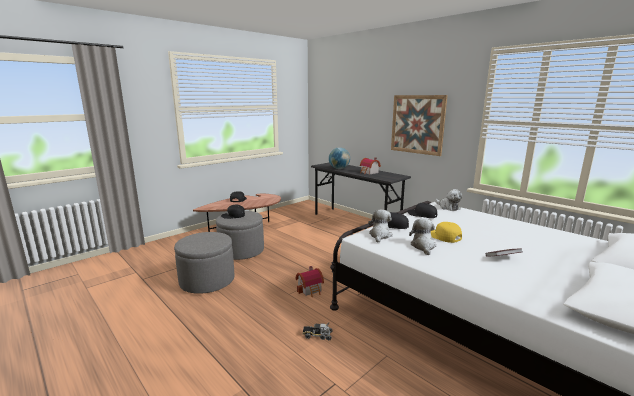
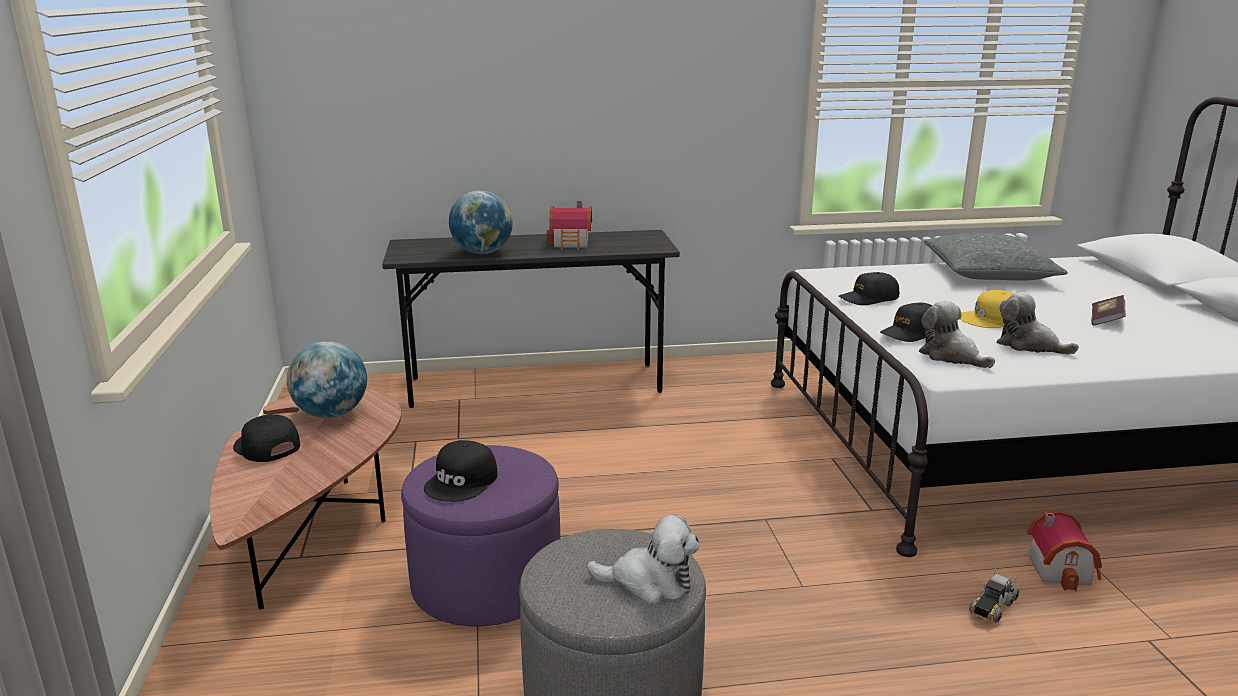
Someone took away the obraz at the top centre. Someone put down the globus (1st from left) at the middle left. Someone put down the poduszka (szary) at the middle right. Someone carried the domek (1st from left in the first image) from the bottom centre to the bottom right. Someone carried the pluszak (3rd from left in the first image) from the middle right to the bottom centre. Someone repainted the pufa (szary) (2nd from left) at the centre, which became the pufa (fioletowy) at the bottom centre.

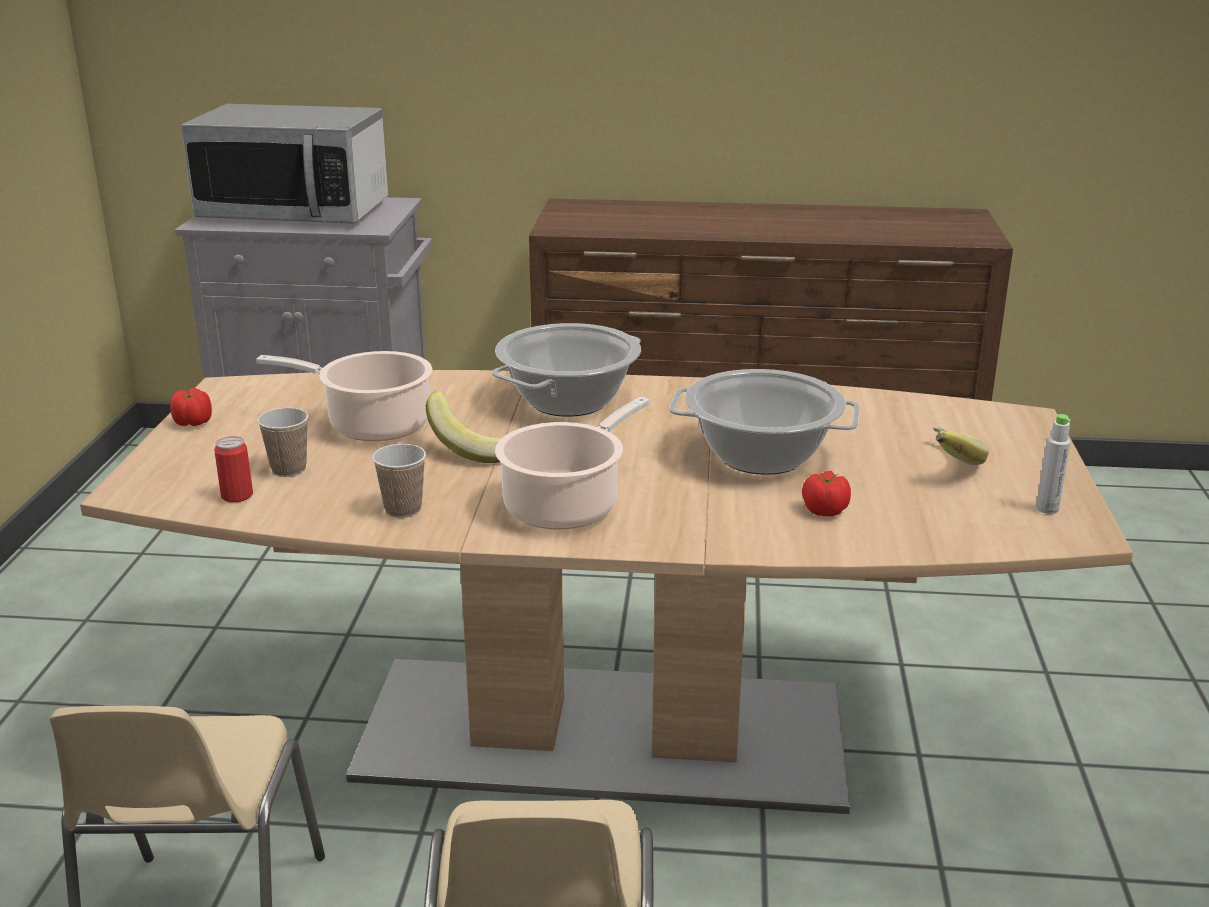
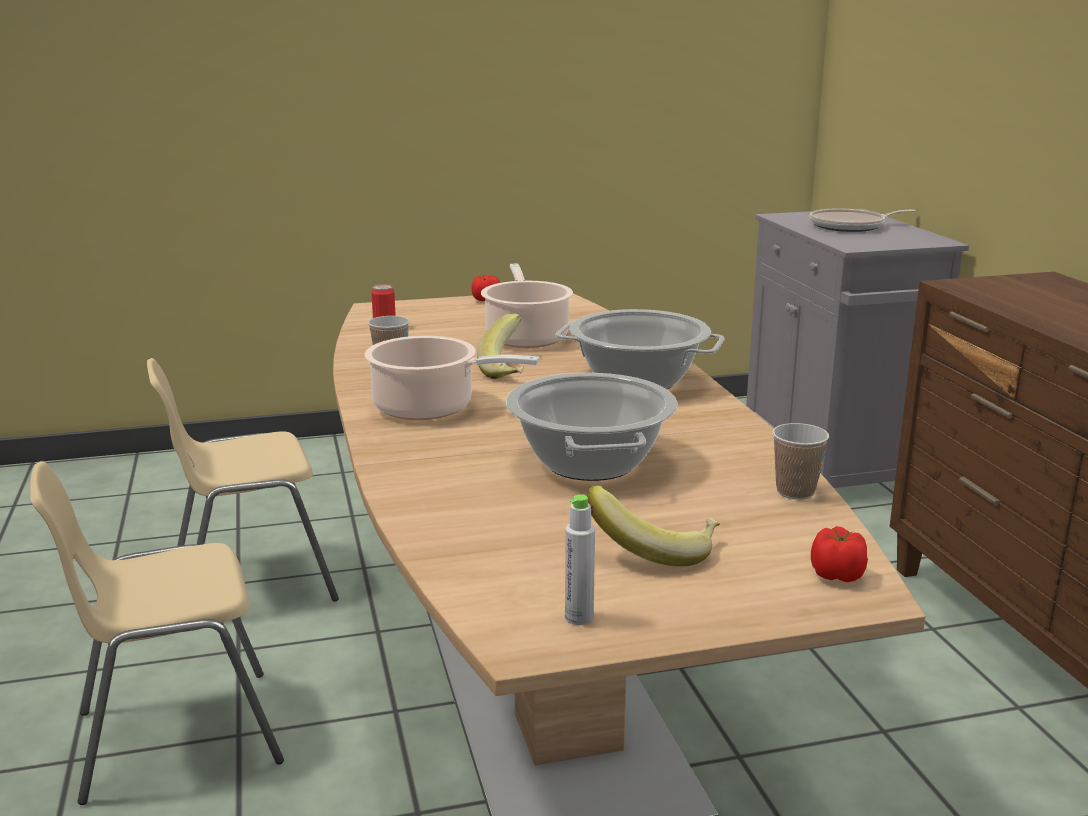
Someone carried the filiżanka (1st from left in the first image) from the middle left to the middle right. Someone carried the pomidor (2nd from left) from the middle right to the bottom right. Someone swapped the mikrofalówka at the top left for the patelnia at the top right.

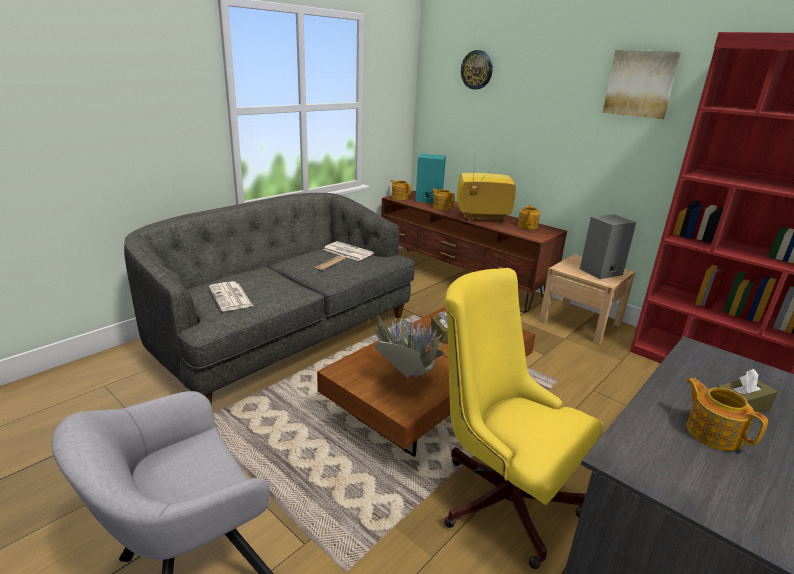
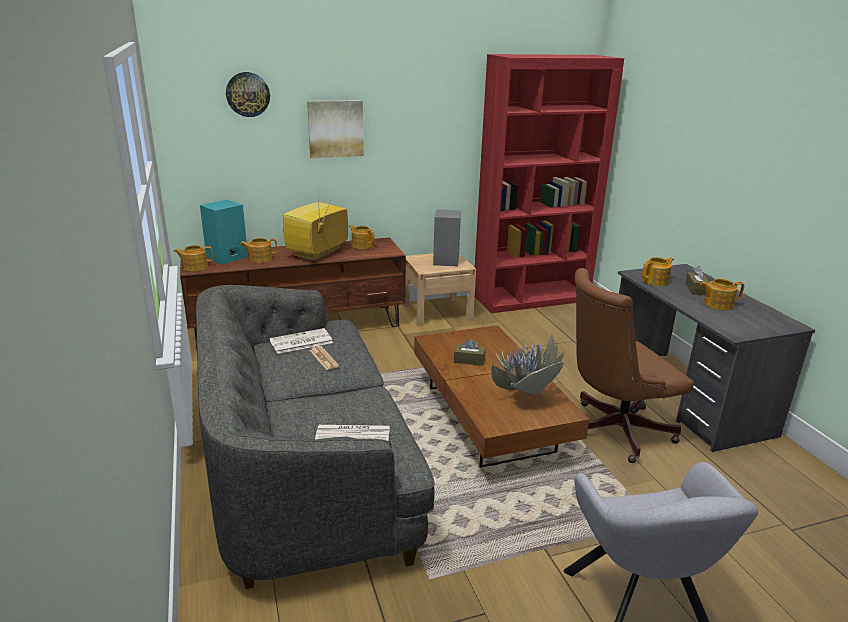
Someone put down the imbryk (4th from left) at the middle right. Someone carried the obraz from the top right to the top centre. Someone repainted the krzesło biurowe (żółty) at the bottom centre, which became the krzesło biurowe (brązowy) at the middle right.

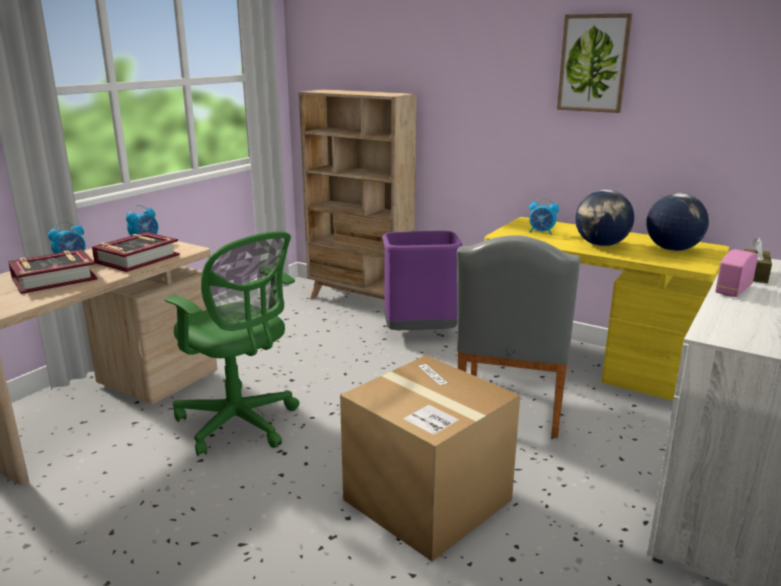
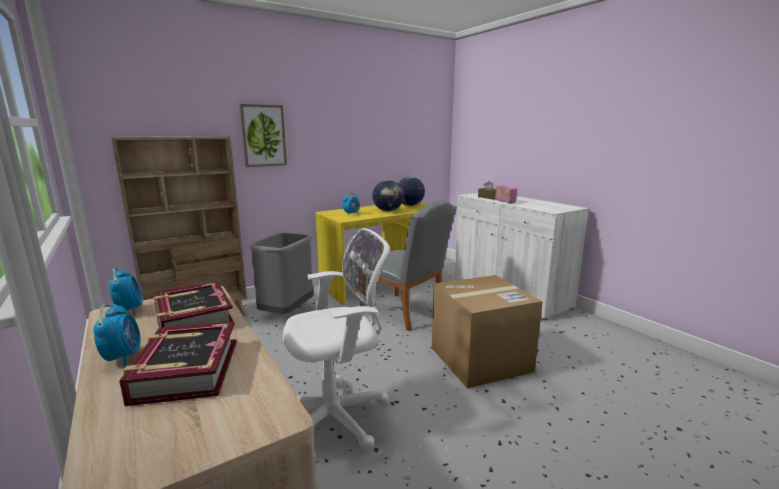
Someone carried the obraz from the top right to the top centre. Someone repainted the krzesło biurowe (zielony) at the middle left, which became the krzesło biurowe (biały) at the bottom centre. Someone repainted the kosz na śmieci (fioletowy) at the centre, which became the kosz na śmieci (szary) at the centre.

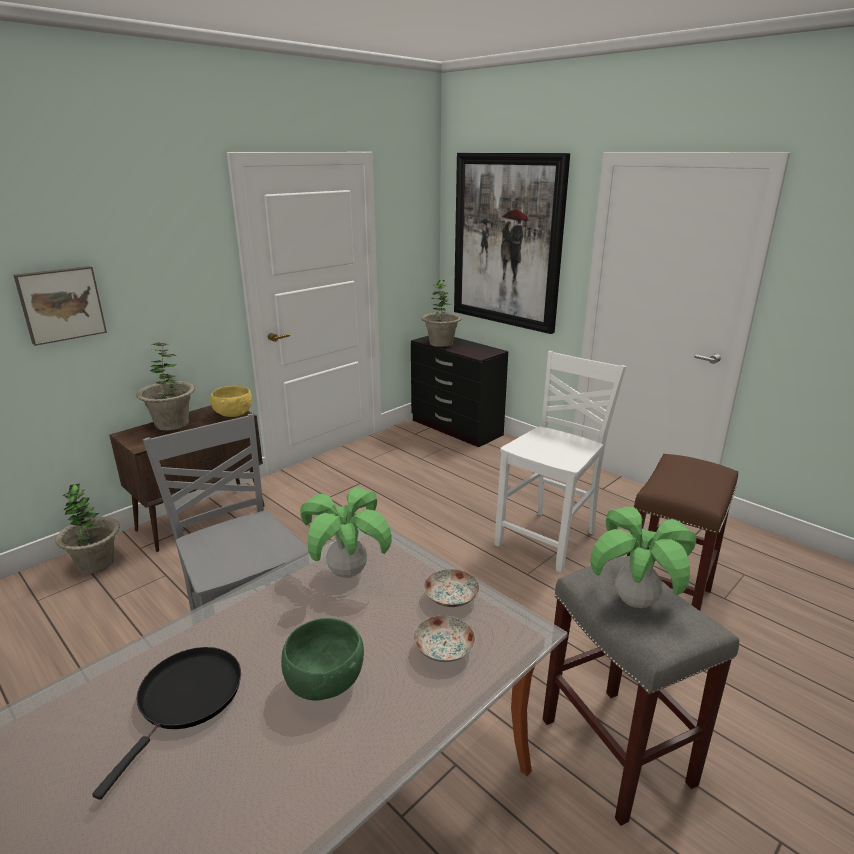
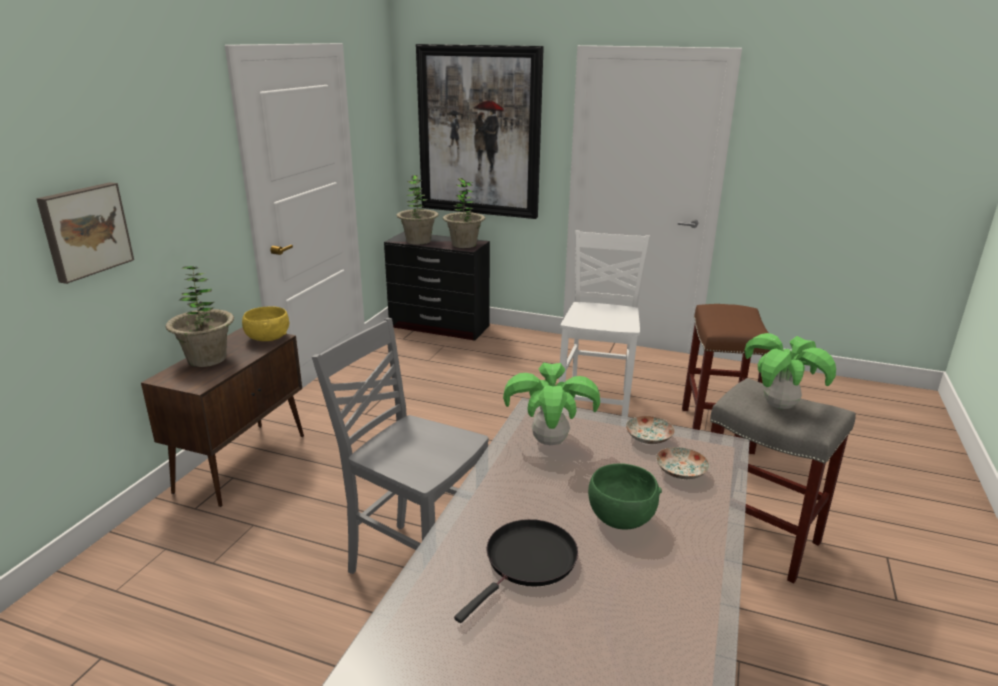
Someone carried the roślina doniczkowa (1st from left in the first image) from the middle left to the top centre. Someone rotated the patelnia (czarny) at the bottom left by 45 degrees clockwise.

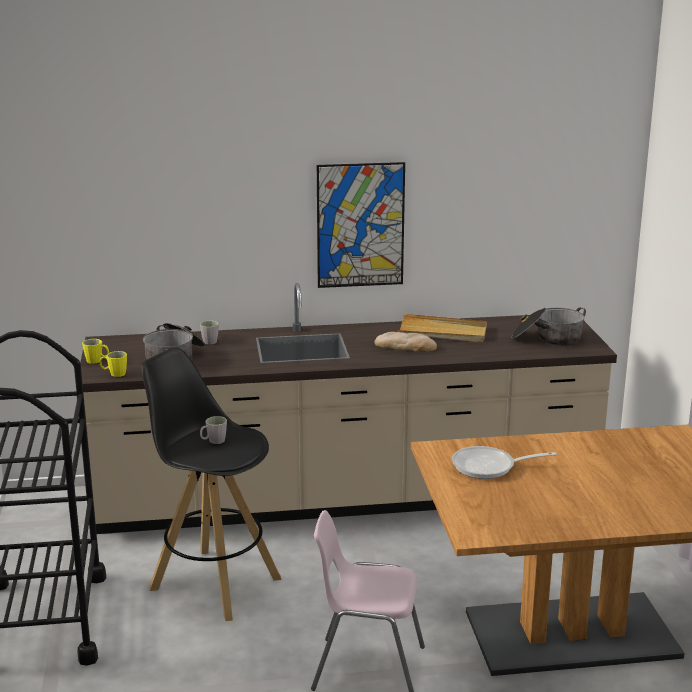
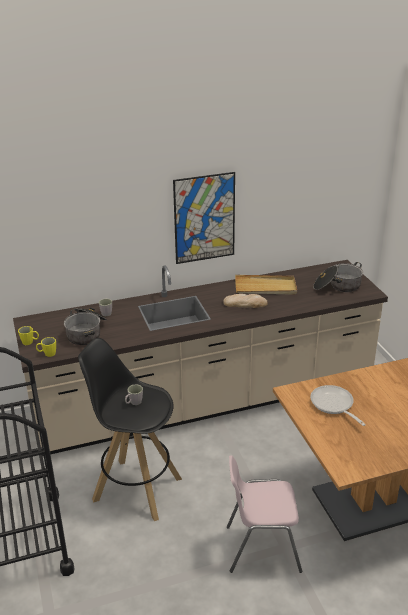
Someone rotated the patelnia at the bottom right by 75 degrees clockwise.

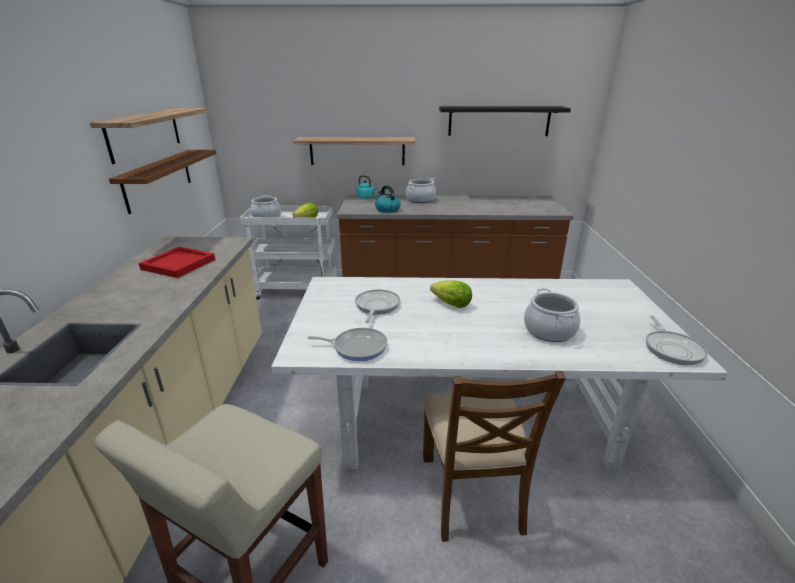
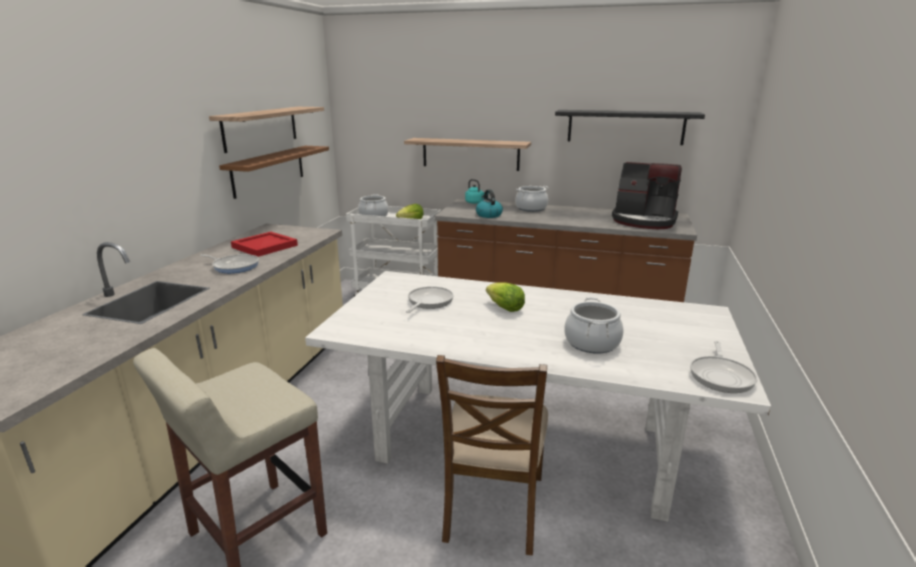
Someone put down the ekspres do kawy at the middle right. Someone carried the patelnia (1st from left) from the centre to the middle left.

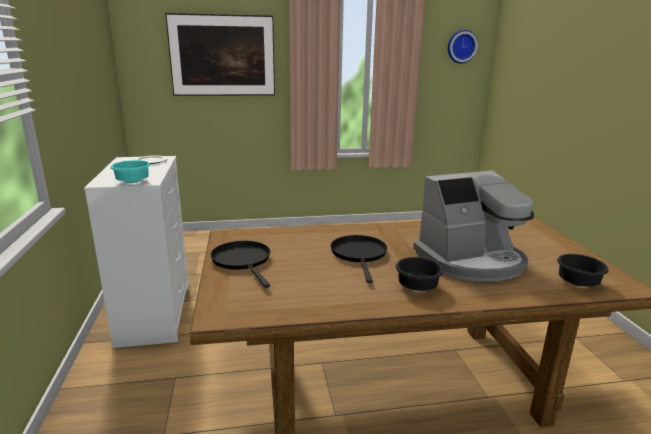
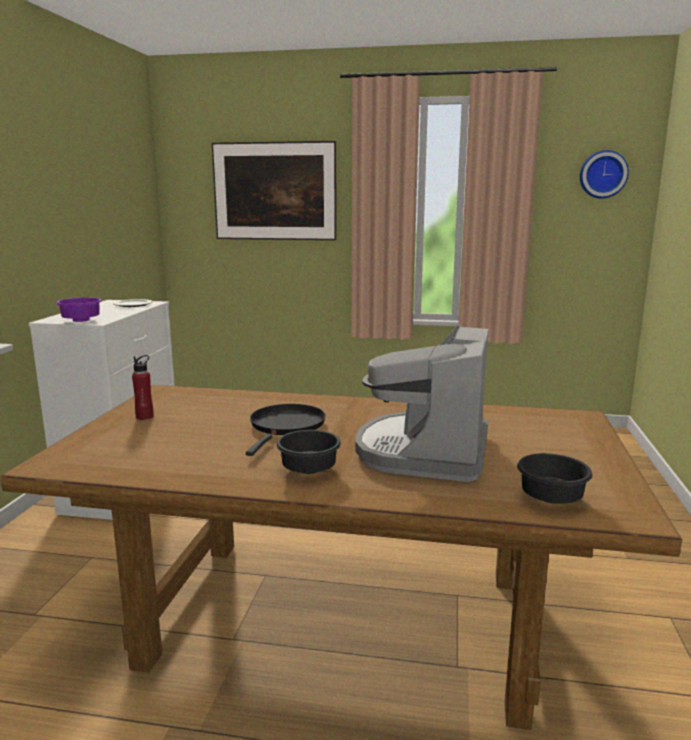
Someone swapped the patelnia (czarny) (1st from left) at the centre for the butelka (czerwony) at the middle left. Someone repainted the miska (turkusowy) at the middle left, which became the miska (fioletowy) at the middle left. Someone rotated the ekspres do kawy at the middle right by 105 degrees clockwise.

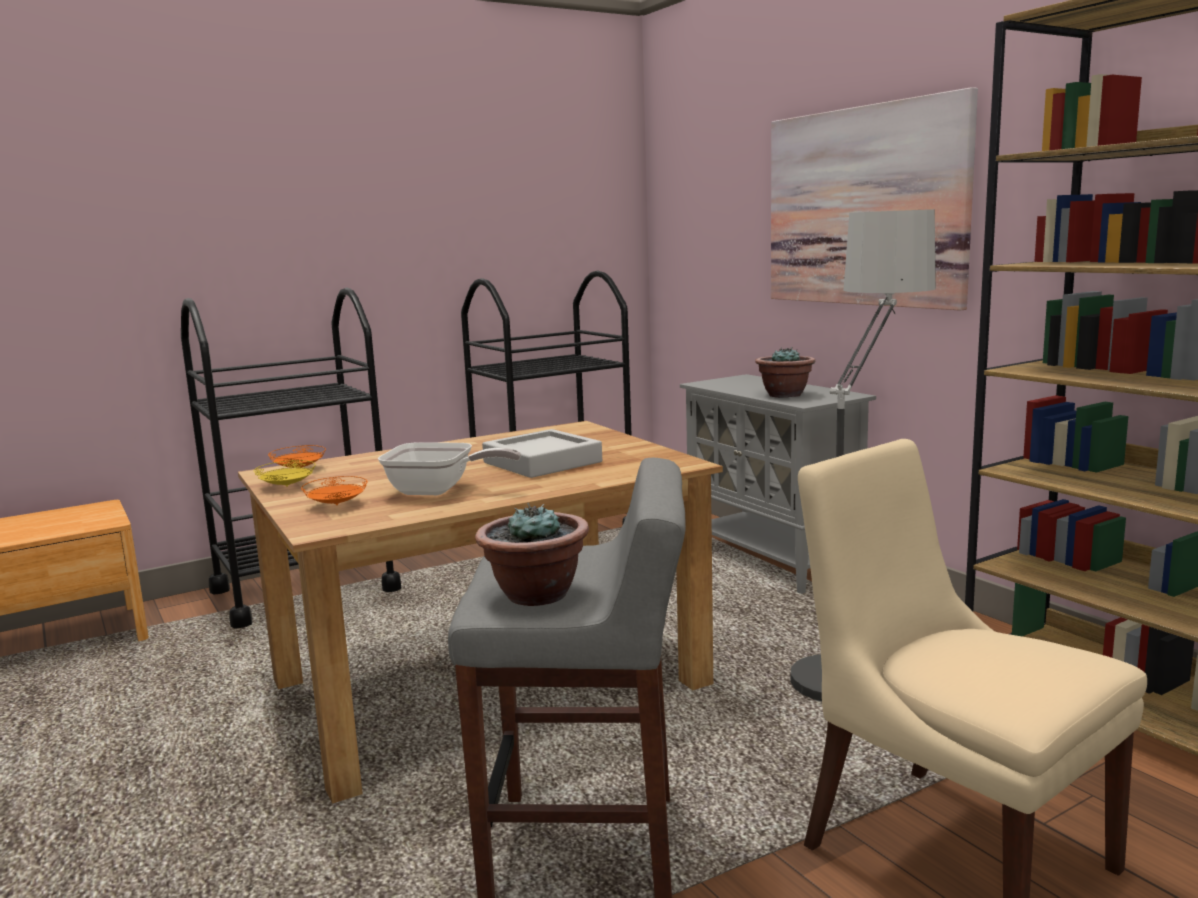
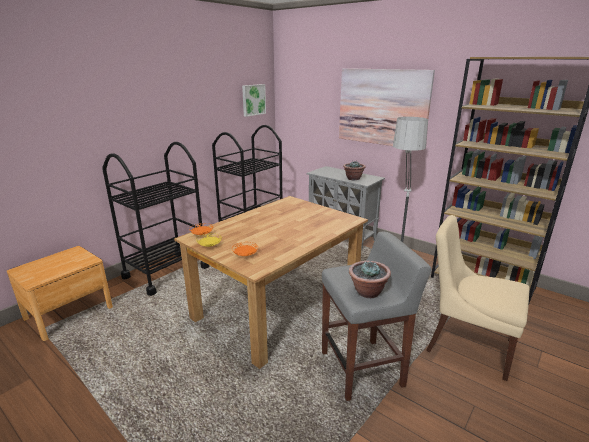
Someone took away the patelnia at the centre. Someone took away the taca (szary) at the centre. Someone put up the obraz (1st from left) at the top centre.

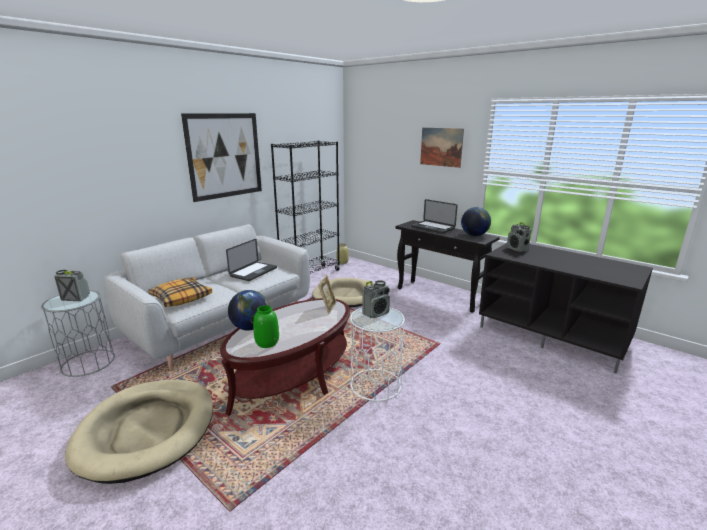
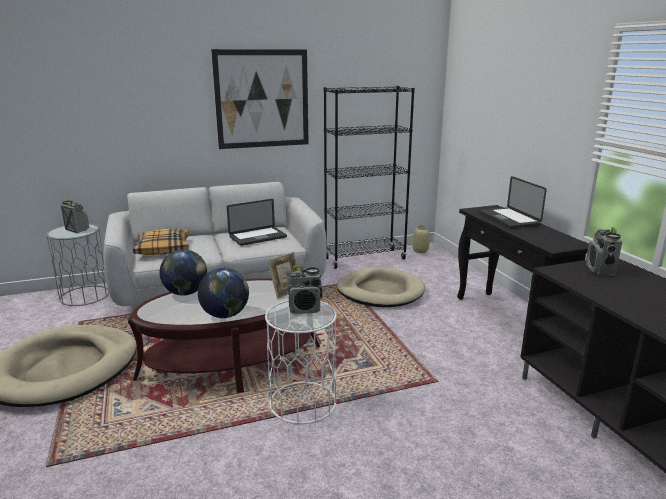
Someone took away the wazon (zielony) at the centre. Someone took away the obraz (2nd from left) at the top centre. Someone carried the globus (2nd from left) from the middle right to the centre.

